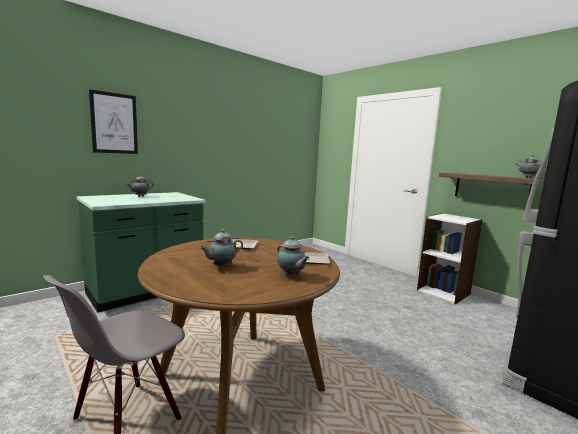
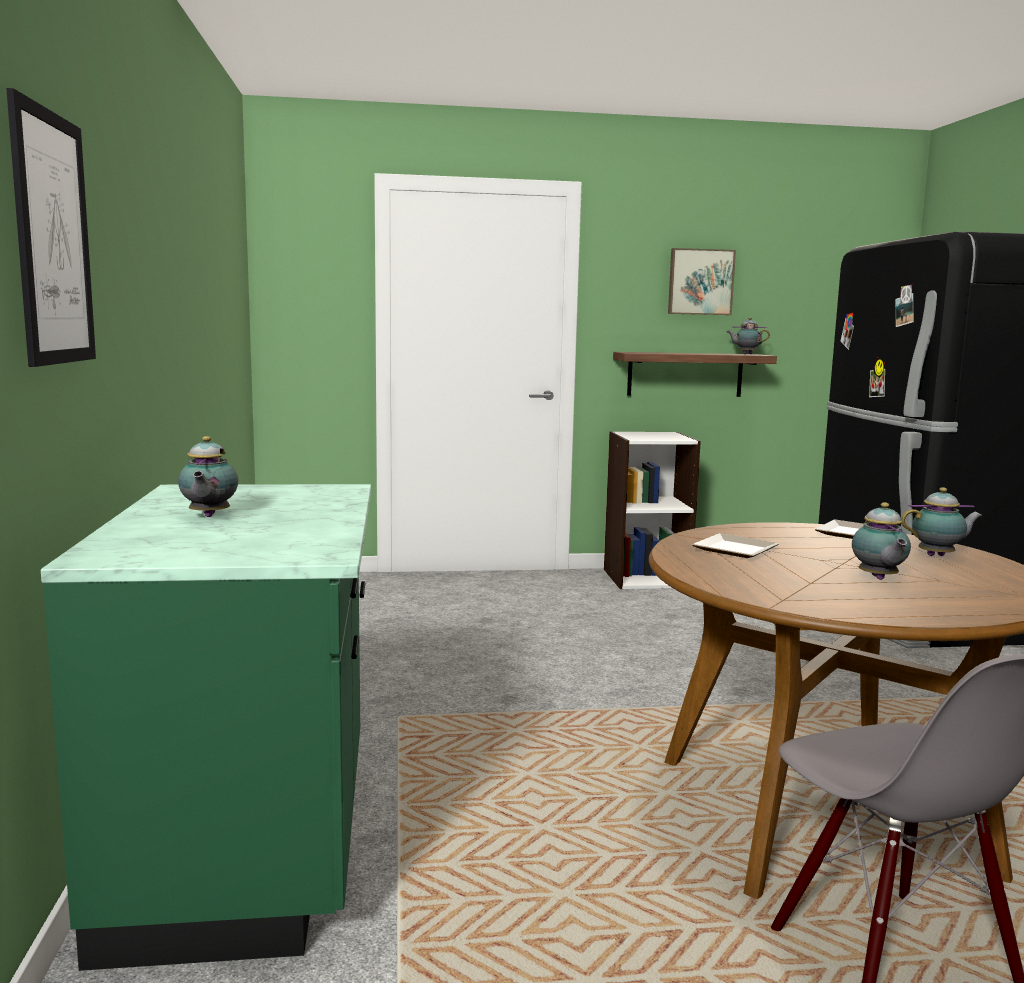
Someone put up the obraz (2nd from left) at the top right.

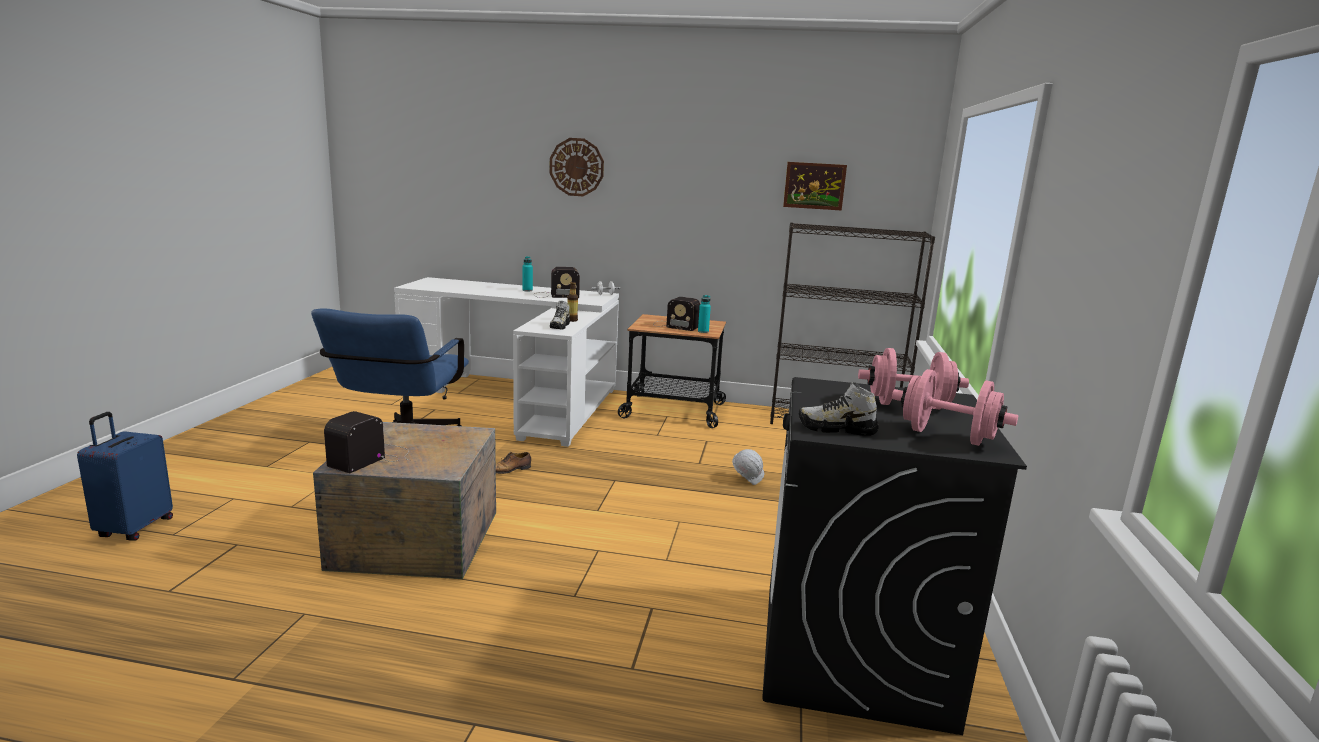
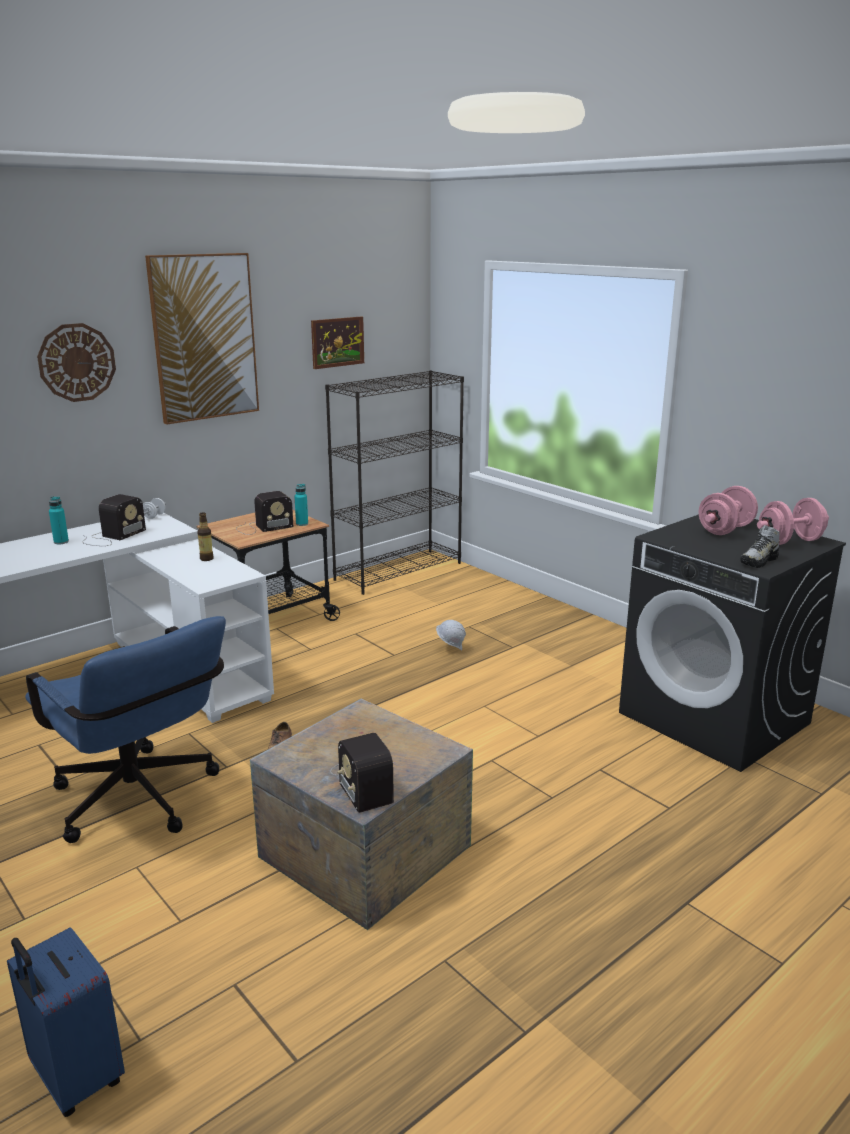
Someone took away the but (2nd from left) at the centre. Someone put up the obraz (1st from left) at the top left.

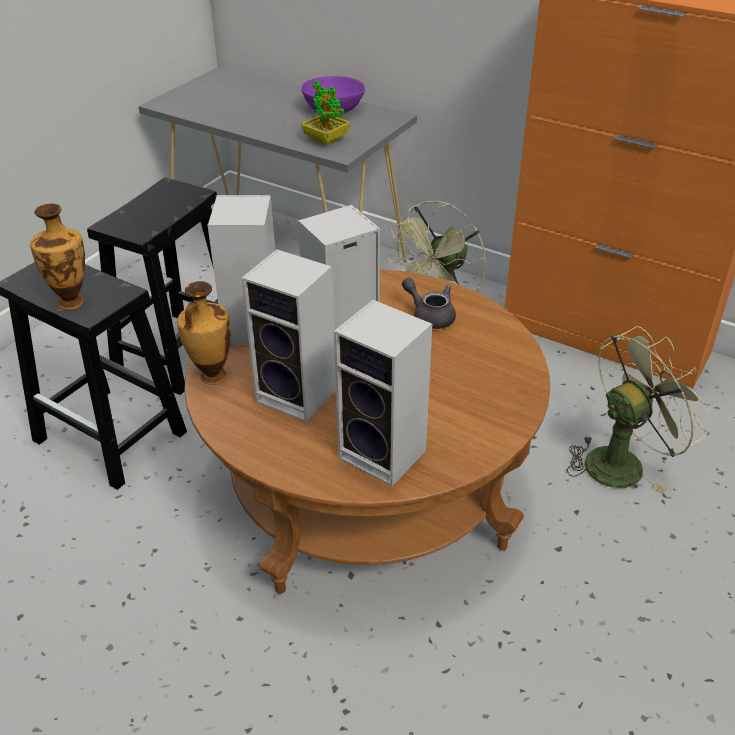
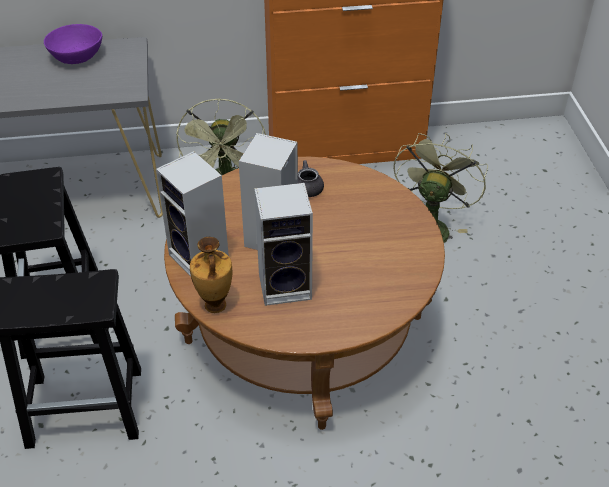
Someone took away the wazon (1st from left) at the middle left. Someone took away the roślina doniczkowa at the top centre. Someone took away the głośnik (4th from left) at the centre.

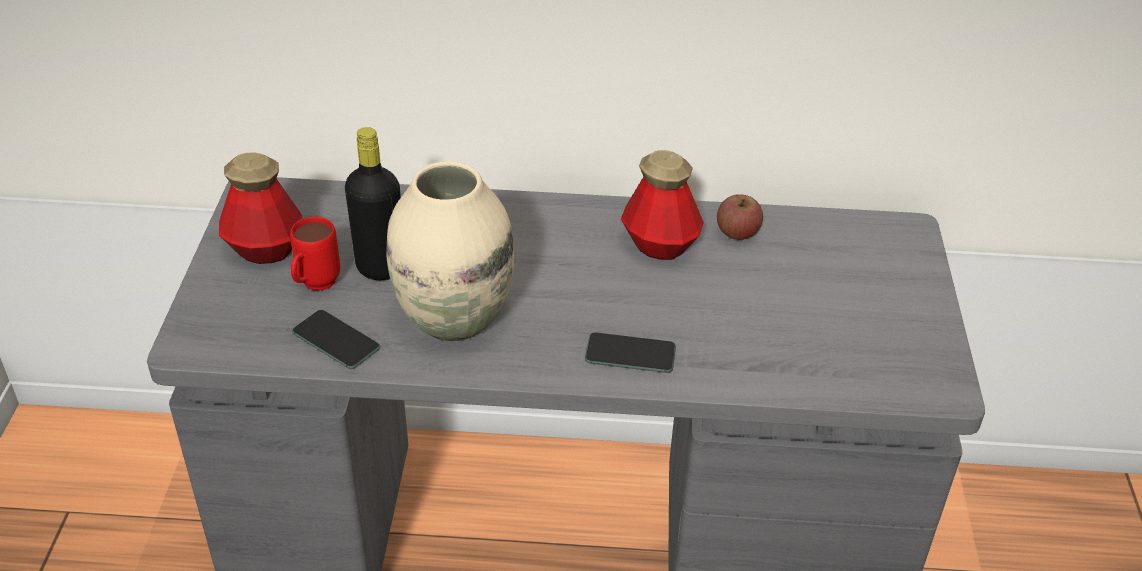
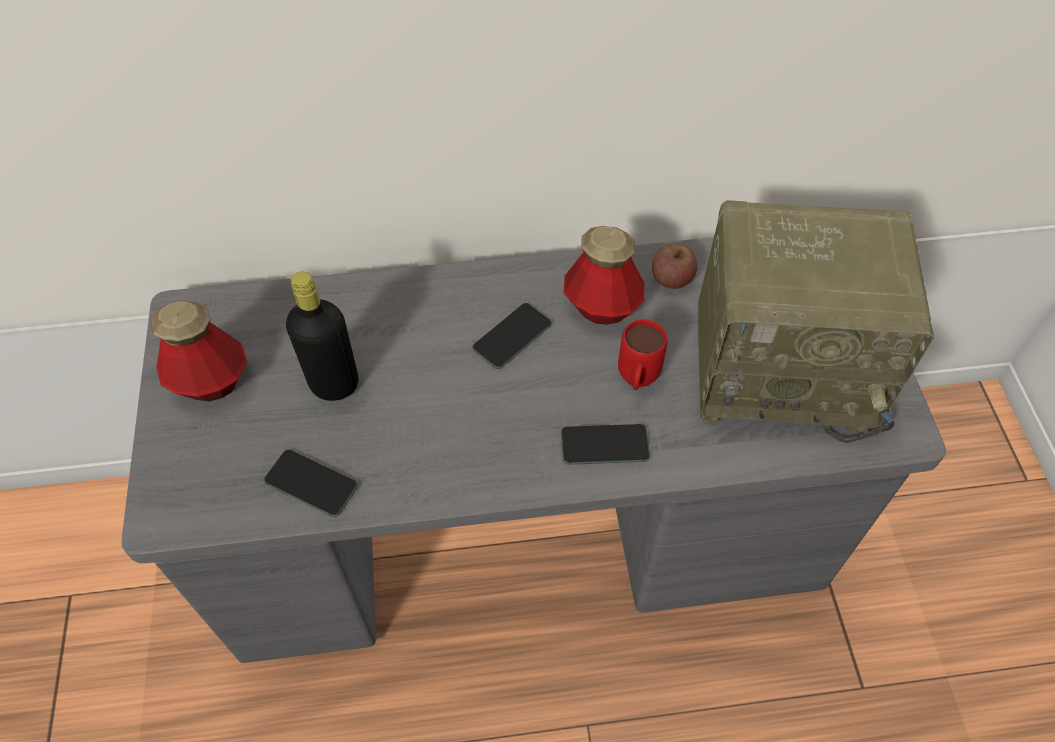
Someone took away the wazon (beżowy) at the centre. Someone put down the telefon (2nd from left) at the centre. Someone put down the radio at the middle right. Someone carried the kubek (czerwony) from the middle left to the centre.

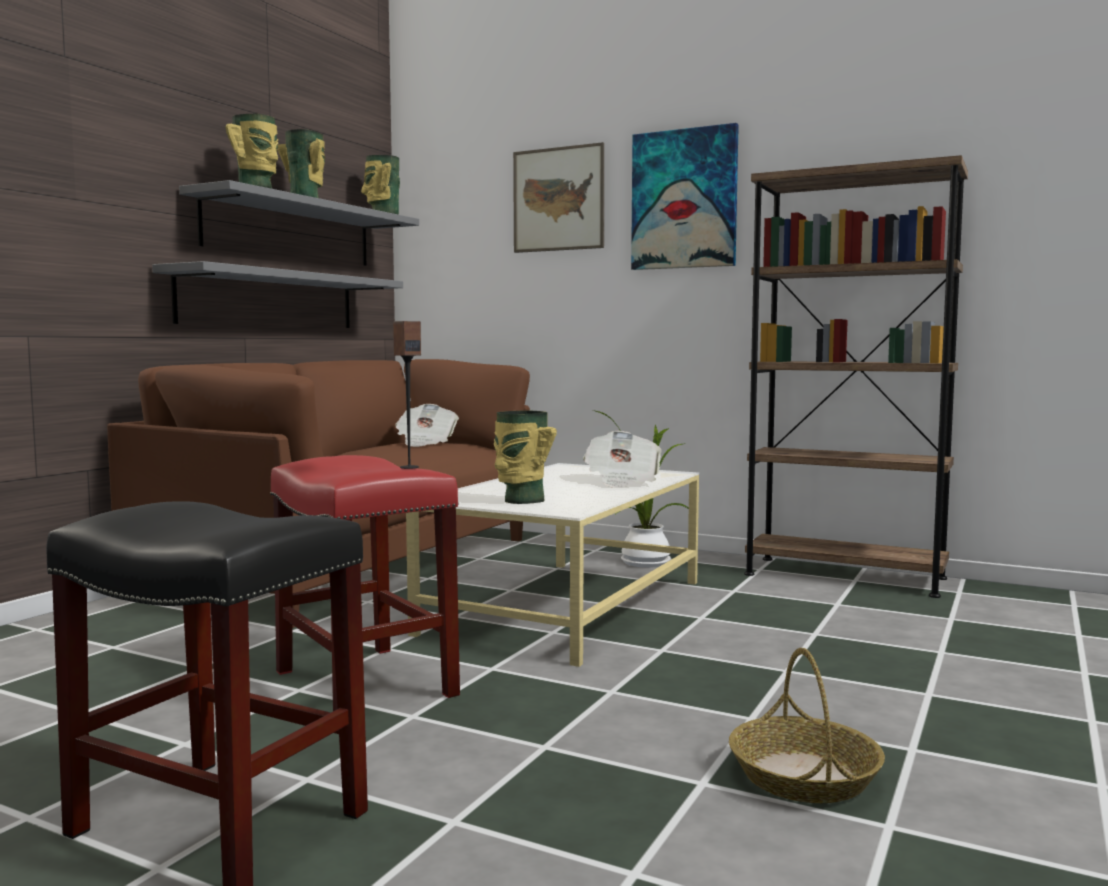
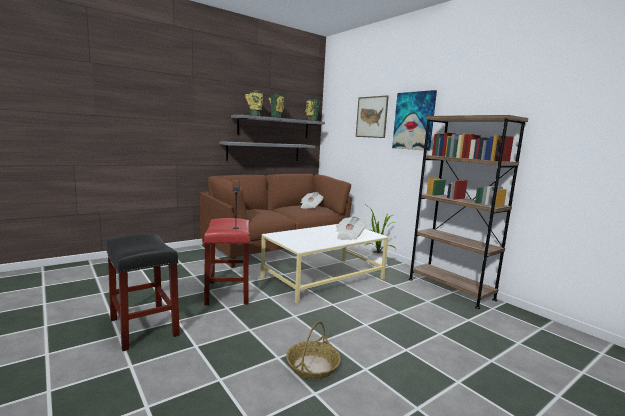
Someone took away the wazon (4th from left) at the centre.

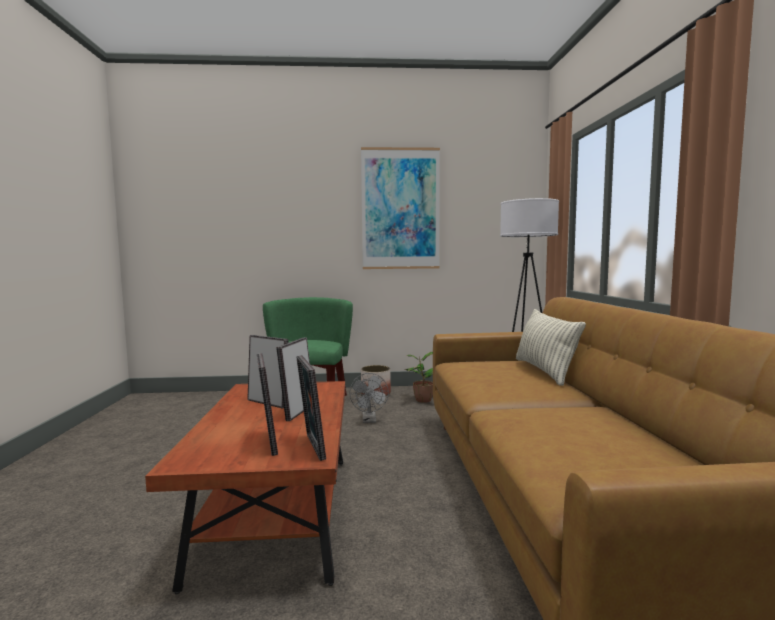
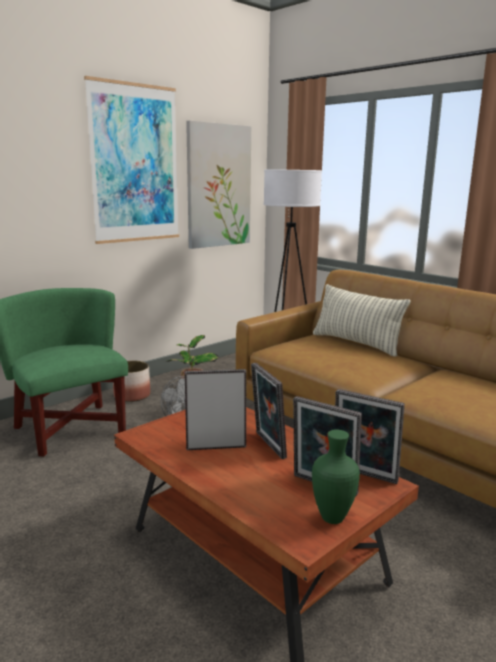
Someone put up the obraz (2nd from left) at the top centre. Someone put down the wazon (zielony) at the bottom right.

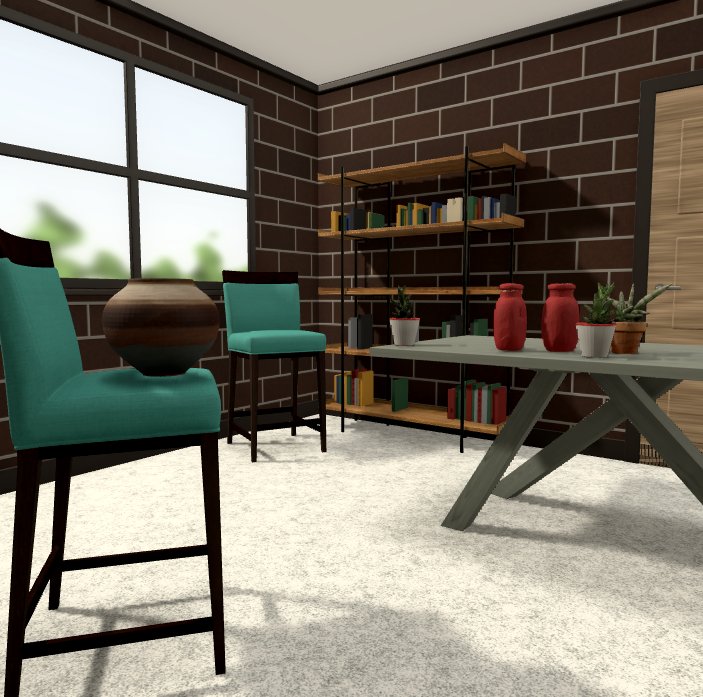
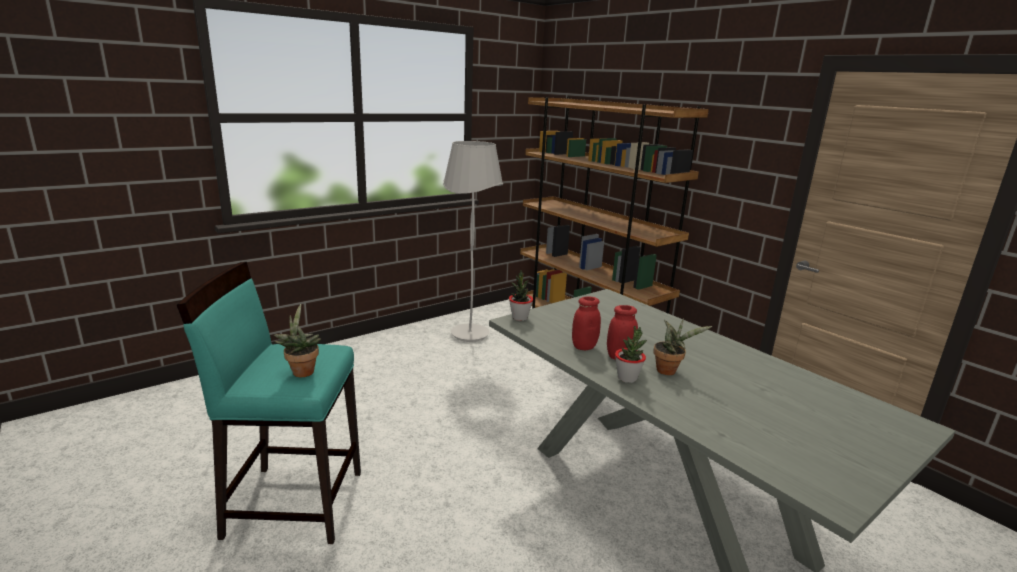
Someone swapped the wazon at the middle left for the roślina doniczkowa (1st from left) at the middle left. Someone swapped the stołek (turkusowy) (2nd from left) at the centre for the lampa stojąca (biały) at the centre.

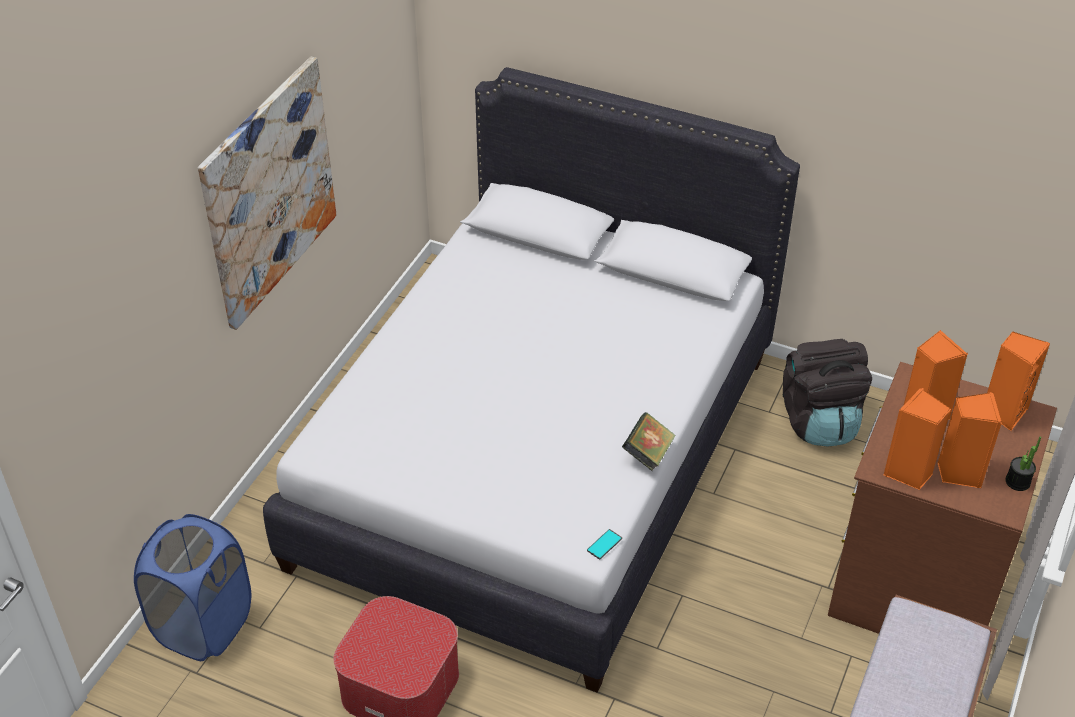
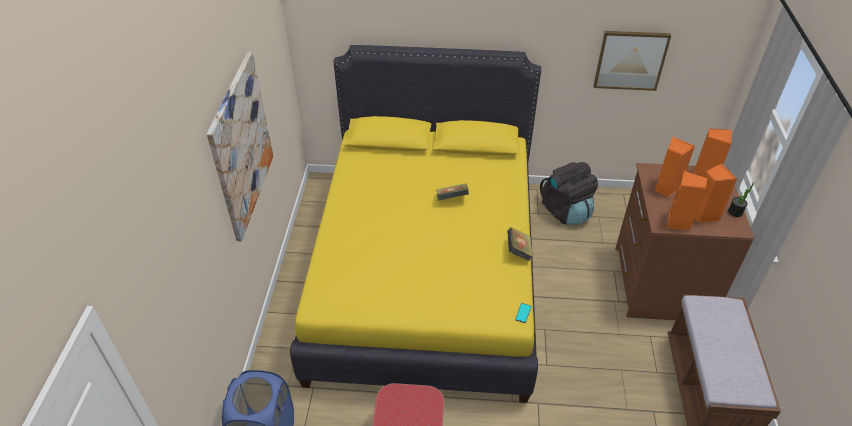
Someone put down the książka (1st from left) at the centre. Someone put up the obraz (2nd from left) at the top right. Someone repainted the łóżko (biały) at the centre, which became the łóżko (żółty) at the centre.

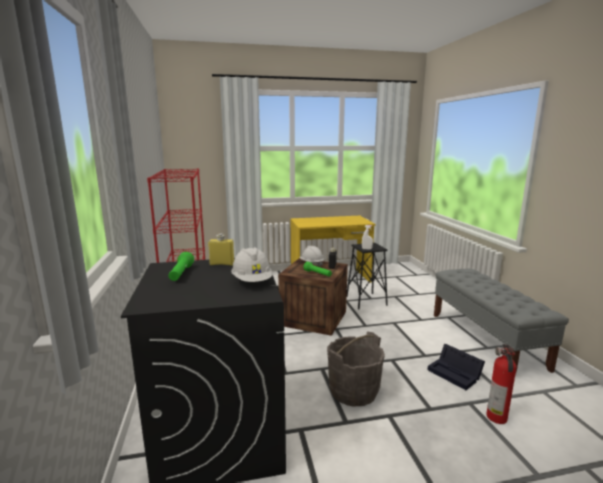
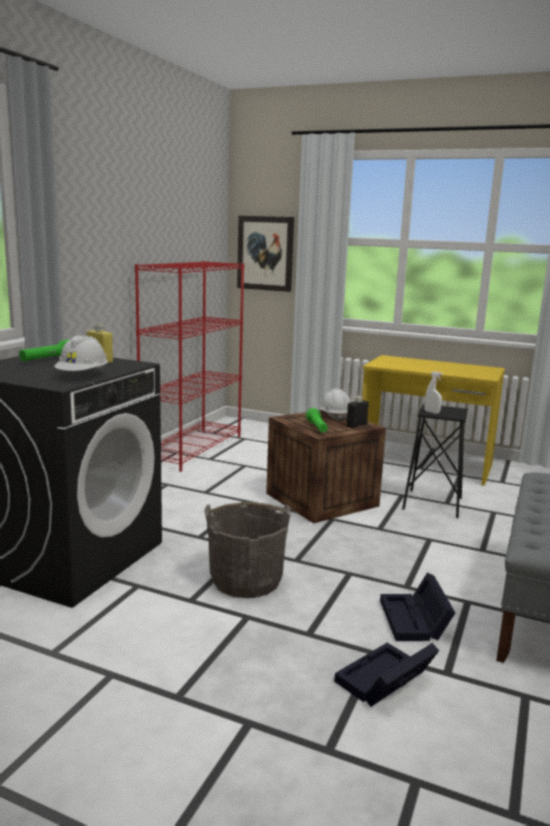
Someone put up the obraz at the top centre. Someone swapped the gaśnica at the bottom right for the pojemnik do przechowywania (czarny) (1st from left) at the bottom right.

